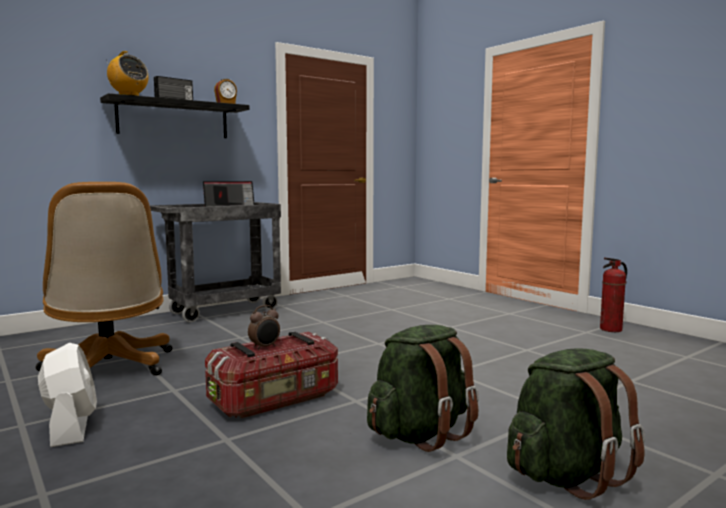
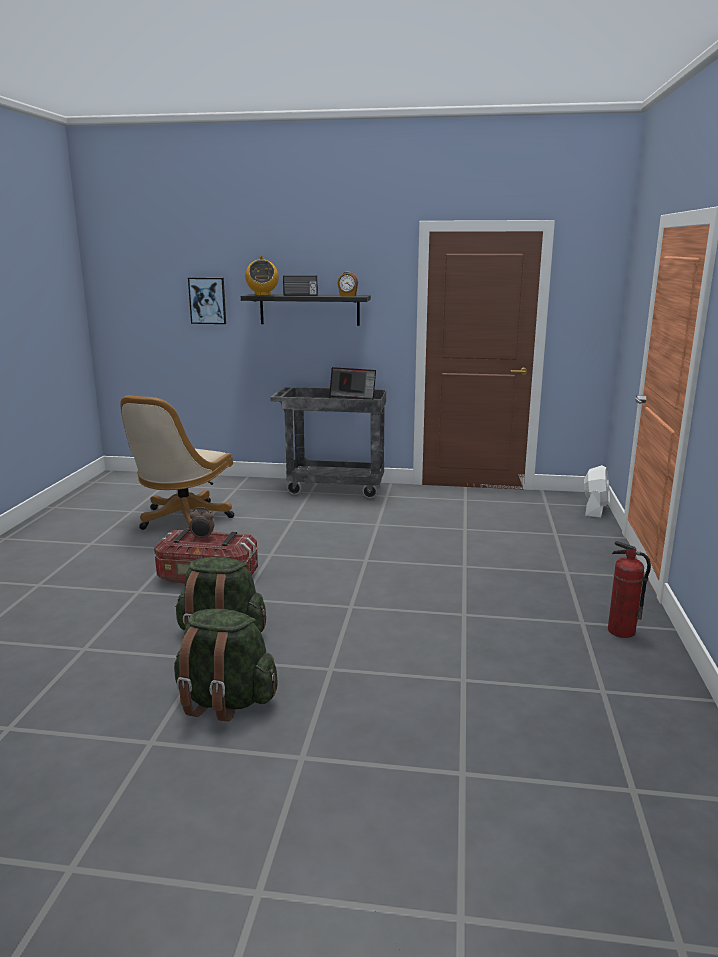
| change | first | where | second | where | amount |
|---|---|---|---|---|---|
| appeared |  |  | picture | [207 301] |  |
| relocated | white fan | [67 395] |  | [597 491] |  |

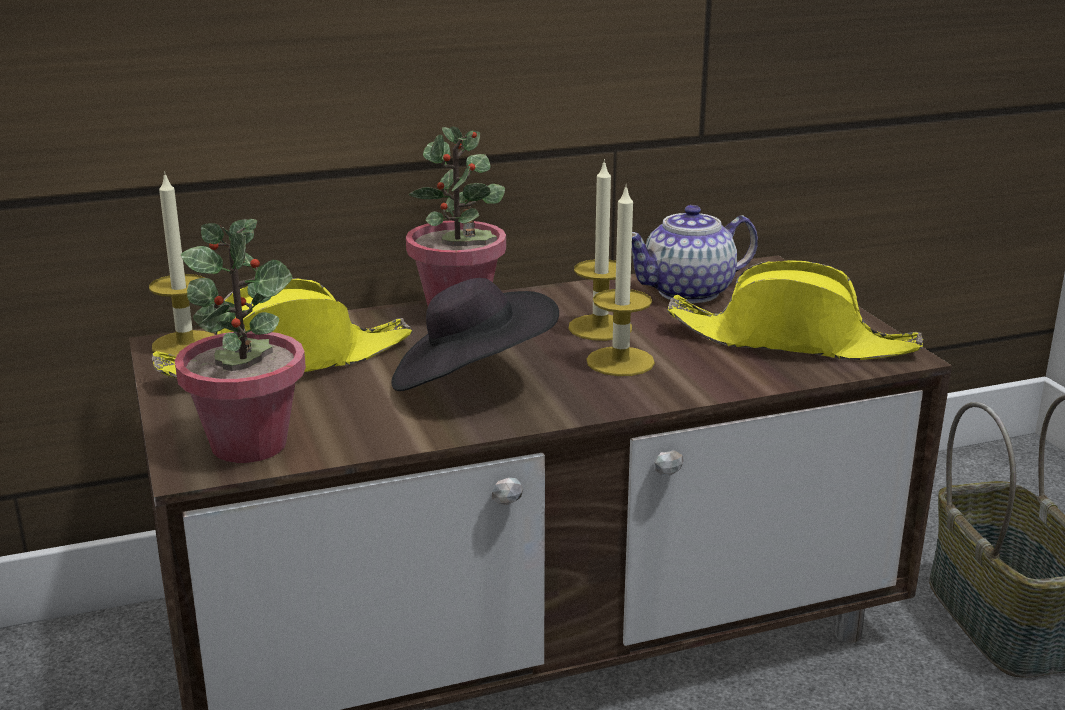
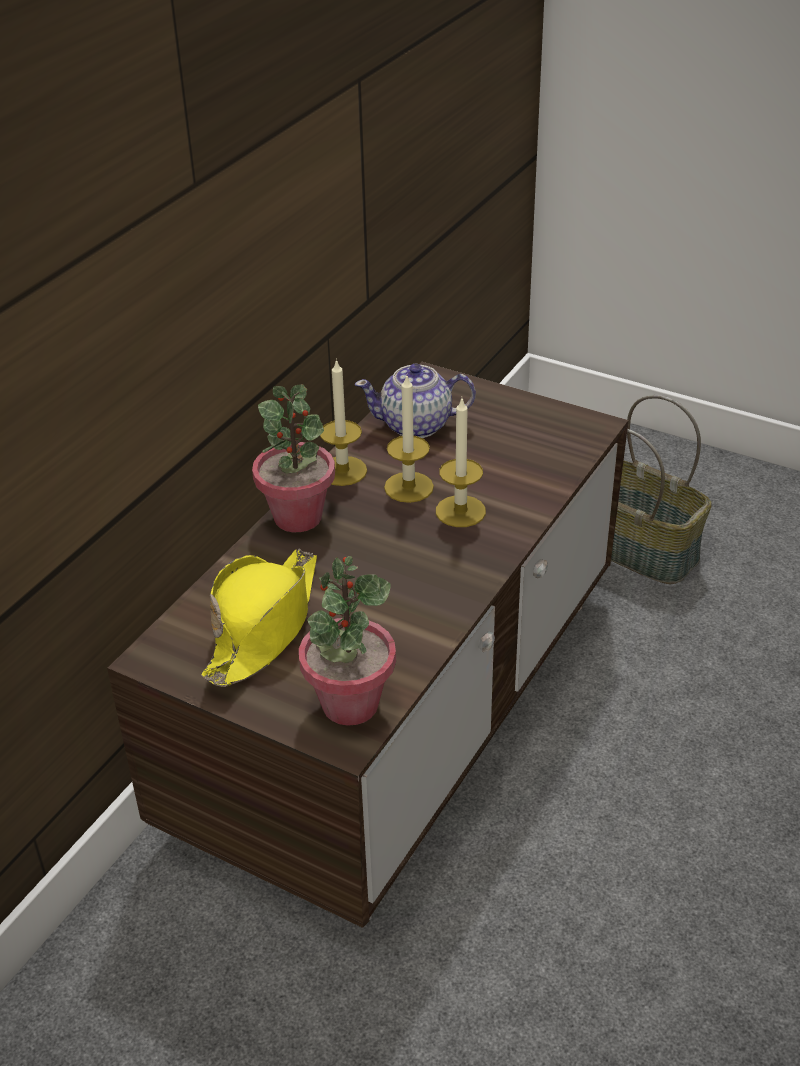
| change | first | where | second | where | amount |
|---|---|---|---|---|---|
| relocated | candle | [182 263] |  | [343 422] |  |
| spun | teapot | [695 254] |  | [415 401] | 60 degrees clockwise |
| missing | black hat | [475 334] |  |  |  |
| missing | yellow hat | [795 310] |  |  |  |

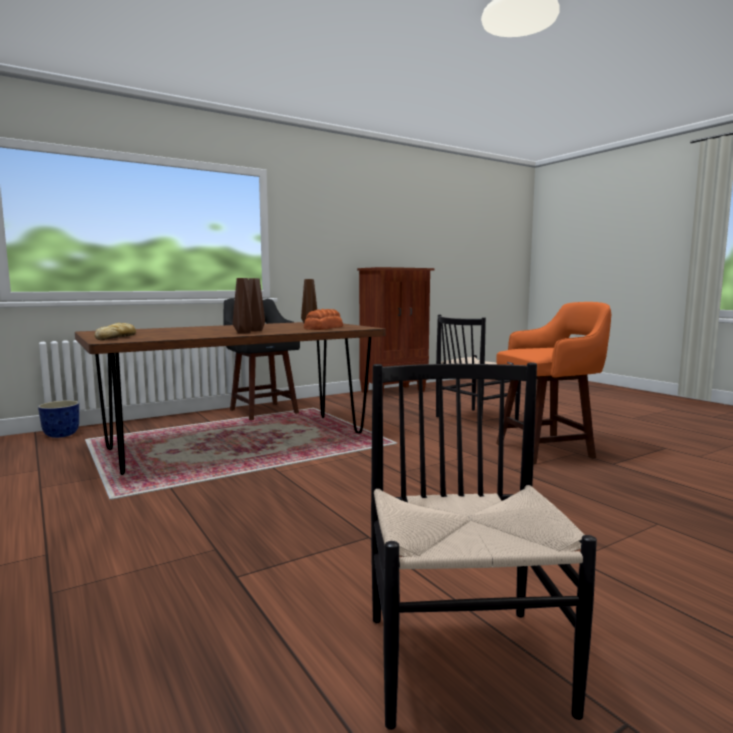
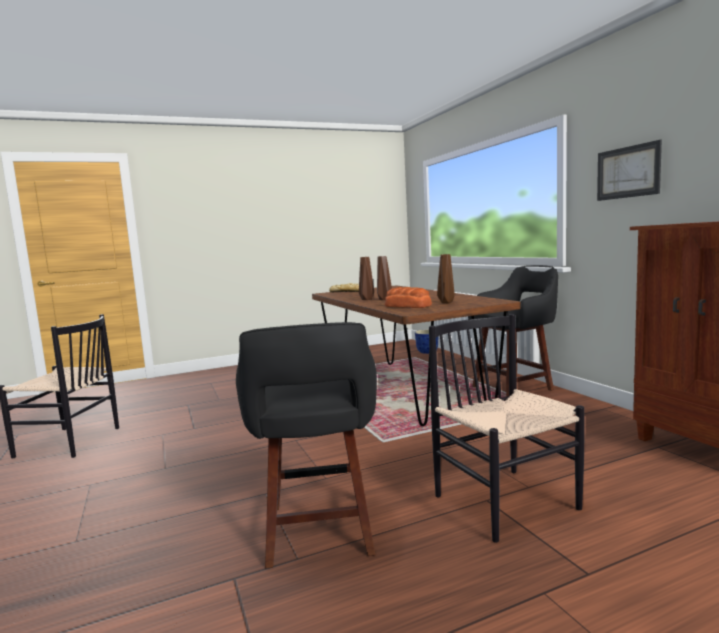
| change | first | where | second | where | amount |
|---|---|---|---|---|---|
| colour | orange stool | [553 383] | black stool | [306 445] |  |
| appeared |  |  | picture | [629 170] |  |

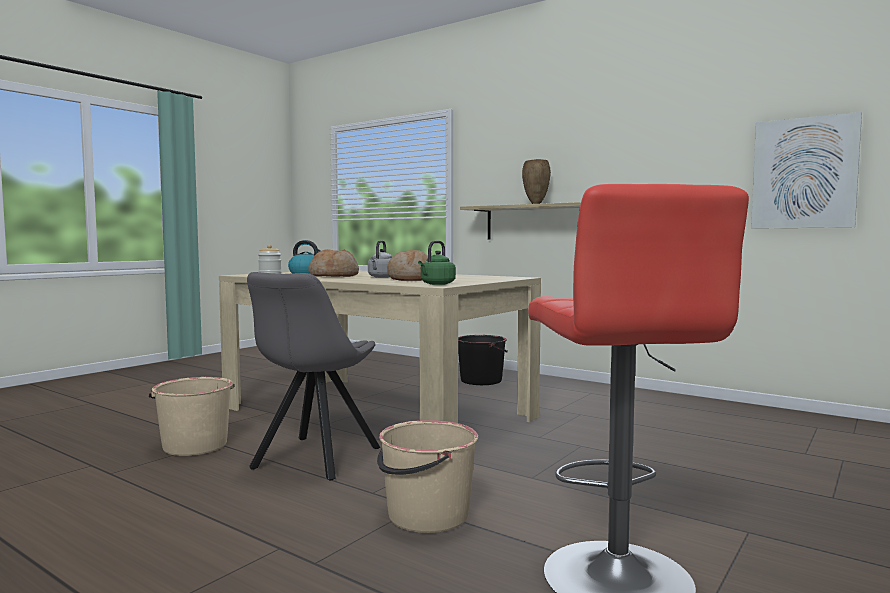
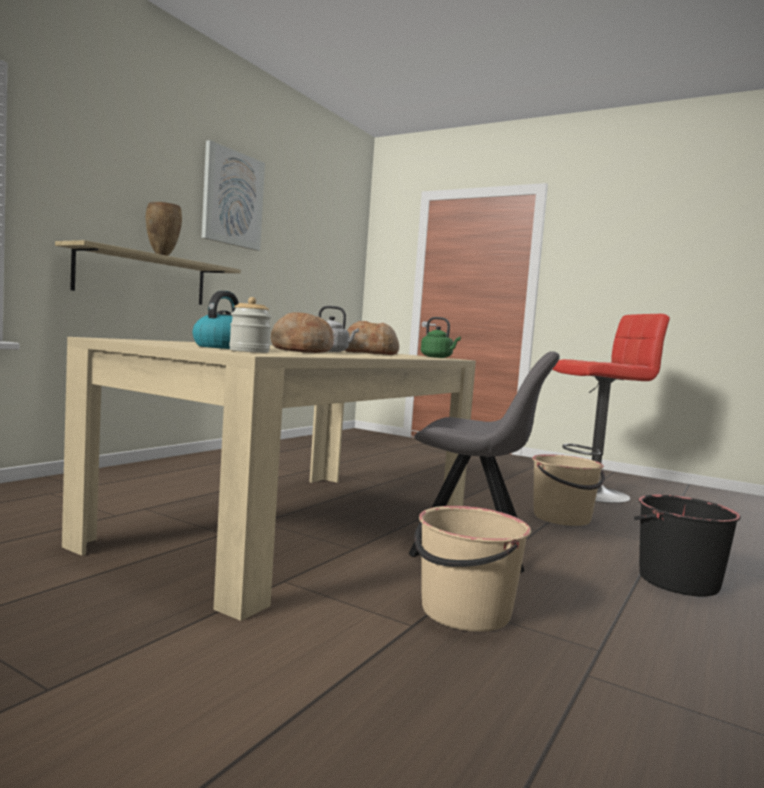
| change | first | where | second | where | amount |
|---|---|---|---|---|---|
| relocated | picture | [806 170] |  | [233 195] |  |
| relocated | black bucket | [483 360] |  | [687 546] |  |

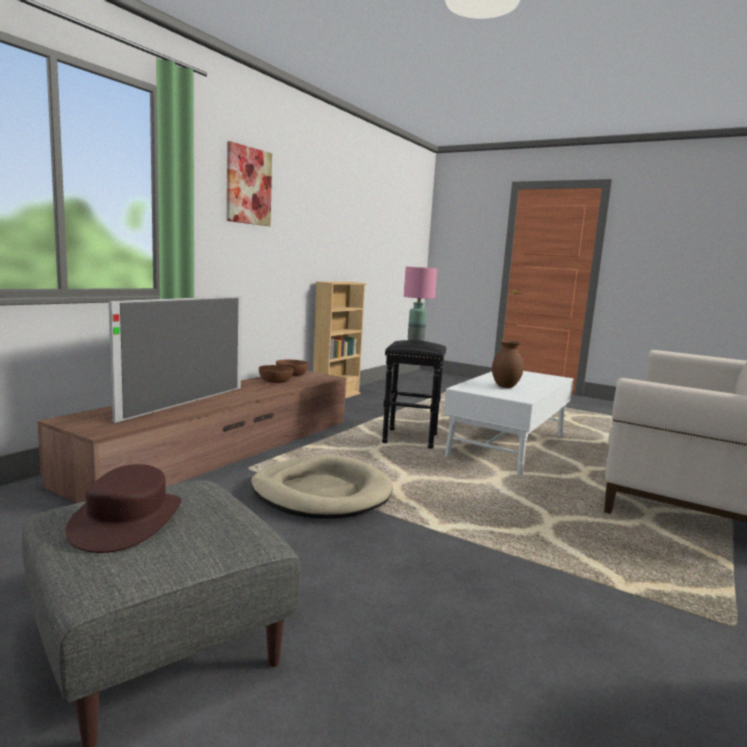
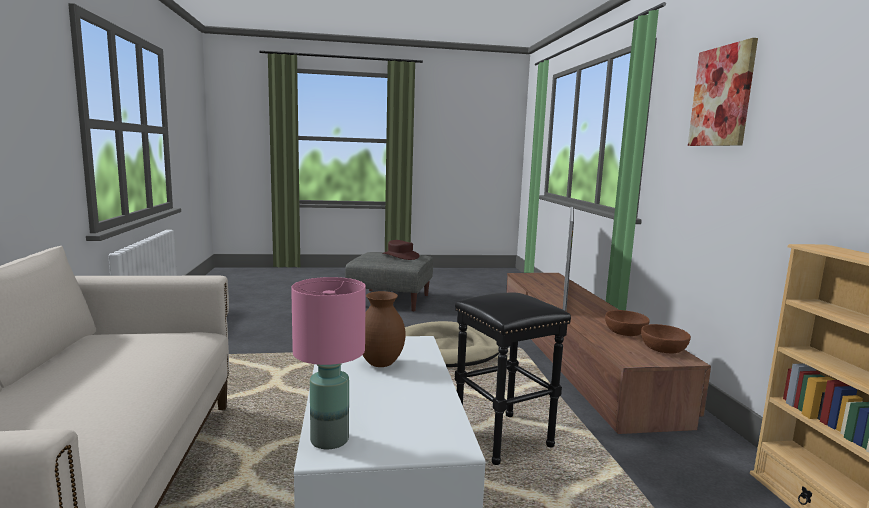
| change | first | where | second | where | amount |
|---|---|---|---|---|---|
| relocated | pink table lamp | [420 304] |  | [328 363] |  |
| spun | television | [175 359] |  | [568 259] | 150 degrees counterclockwise |

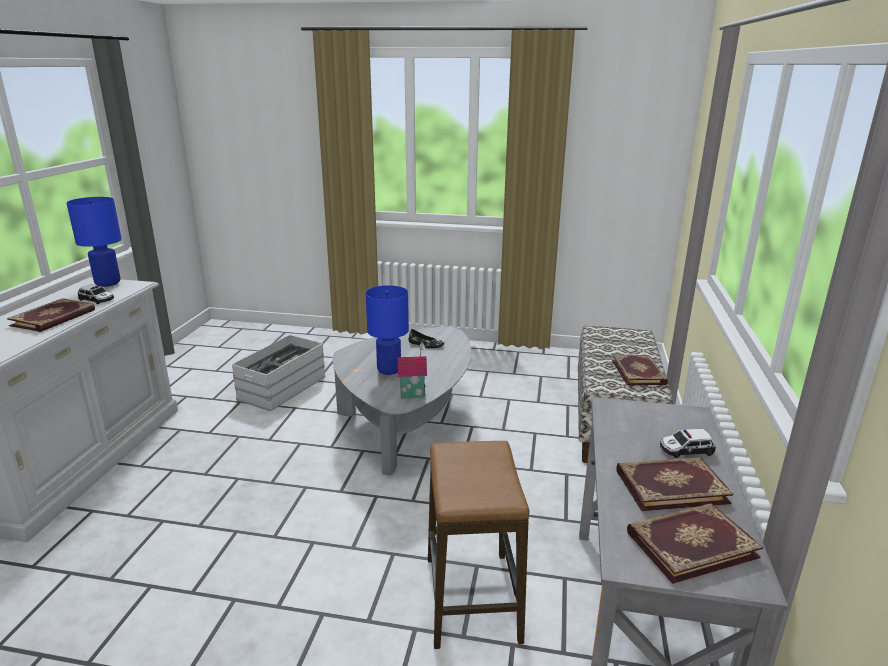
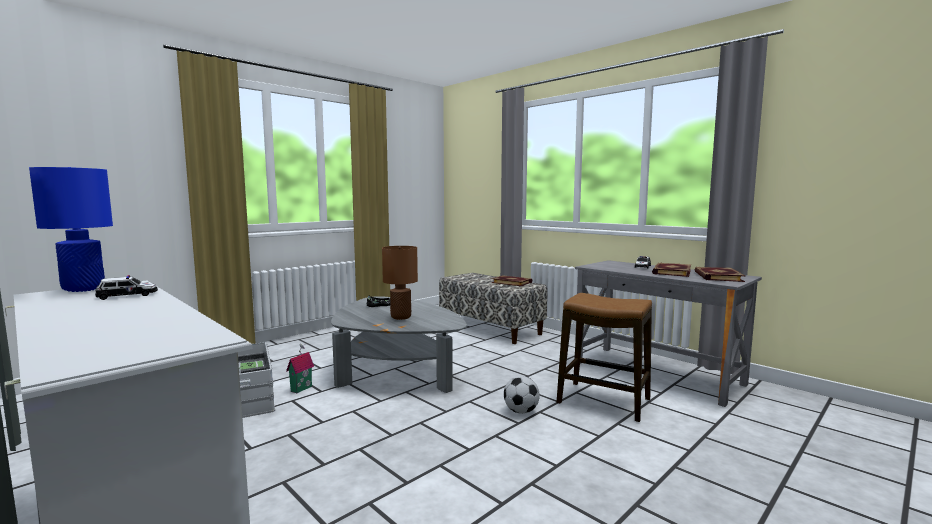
| change | first | where | second | where | amount |
|---|---|---|---|---|---|
| relocated | toy house | [412 370] |  | [300 368] |  |
| colour | blue table lamp | [387 330] | brown table lamp | [400 283] |  |
| appeared |  |  | football | [522 395] |  |
| missing | book | [51 315] |  |  |  |

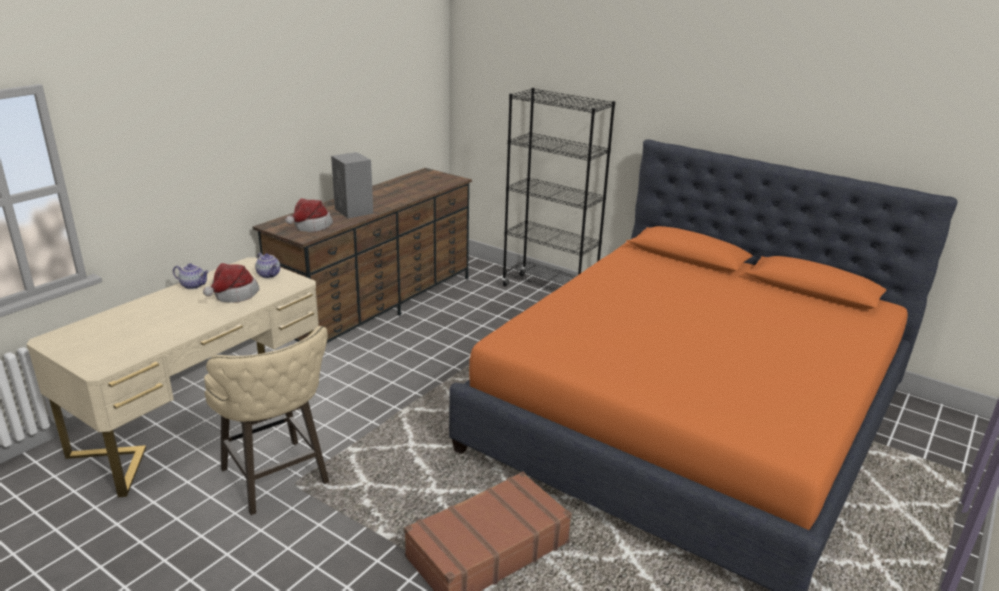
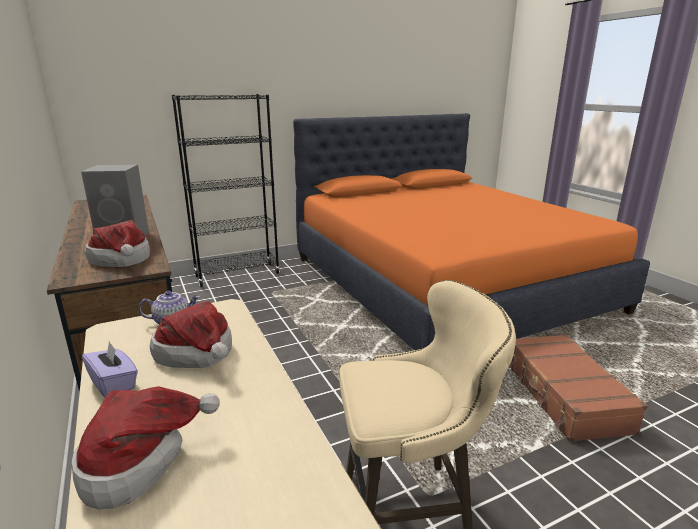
| change | first | where | second | where | amount |
|---|---|---|---|---|---|
| appeared |  |  | hat | [146 448] |  |
| exchanged | teapot | [191 276] | purple tissue box | [110 369] |  |

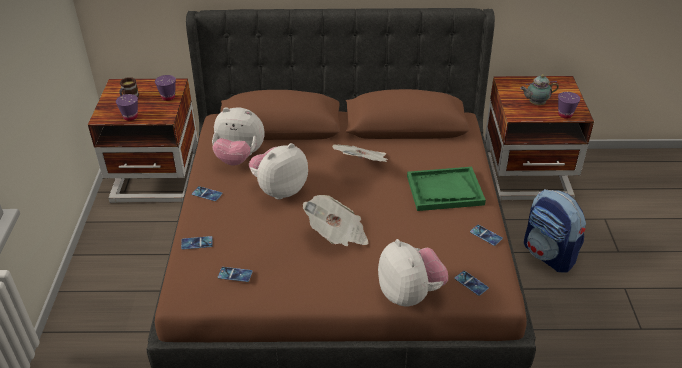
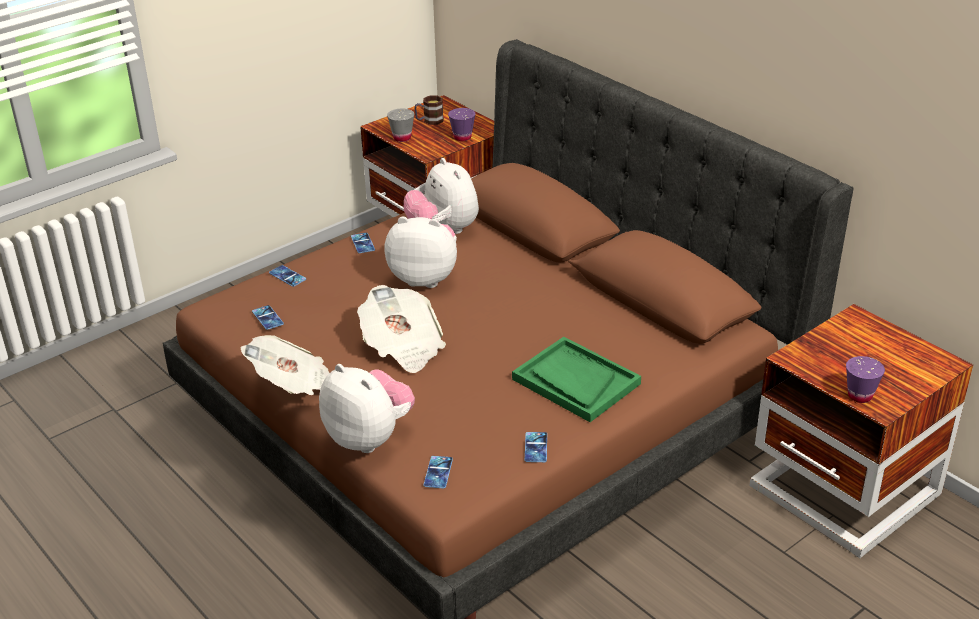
| change | first | where | second | where | amount |
|---|---|---|---|---|---|
| relocated | newspaper | [360 153] |  | [284 365] |  |
| spun | plush toy | [413 273] |  | [367 408] | 75 degrees counterclockwise |
| colour | purple cup | [127 107] | grey cup | [400 125] |  |
| missing | teapot | [539 90] |  |  |  |
| missing | backpack | [555 230] |  |  |  |

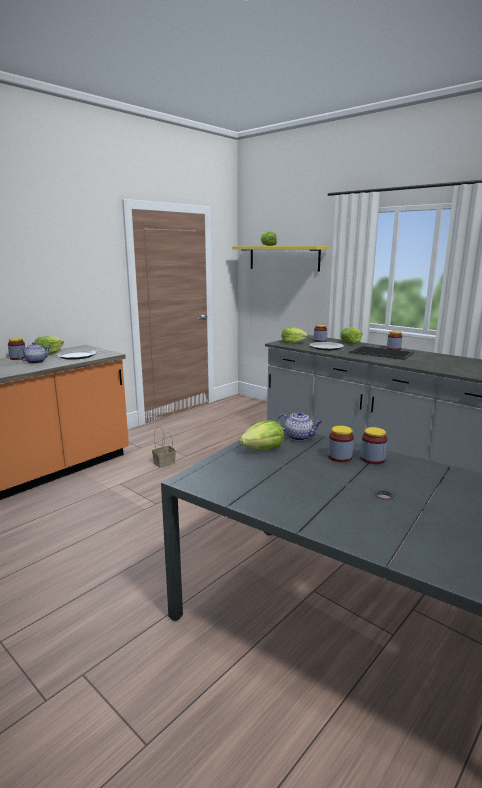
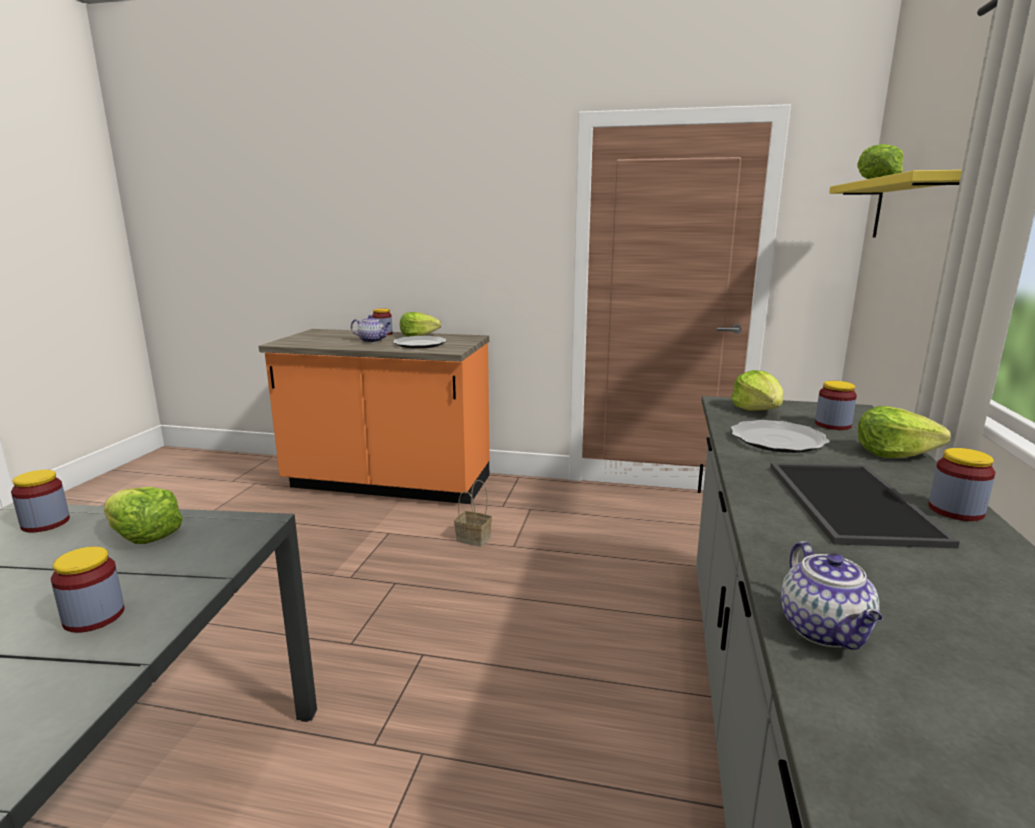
| change | first | where | second | where | amount |
|---|---|---|---|---|---|
| relocated | jar | [373 445] |  | [40 501] |  |
| relocated | teapot | [299 426] |  | [832 595] |  |

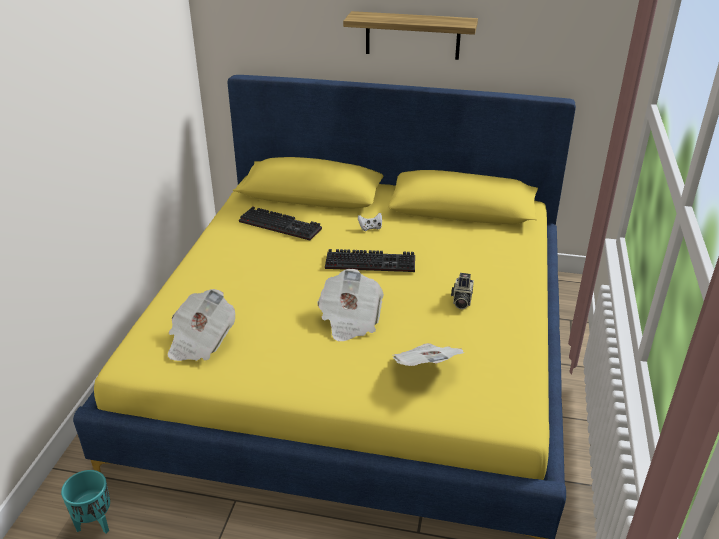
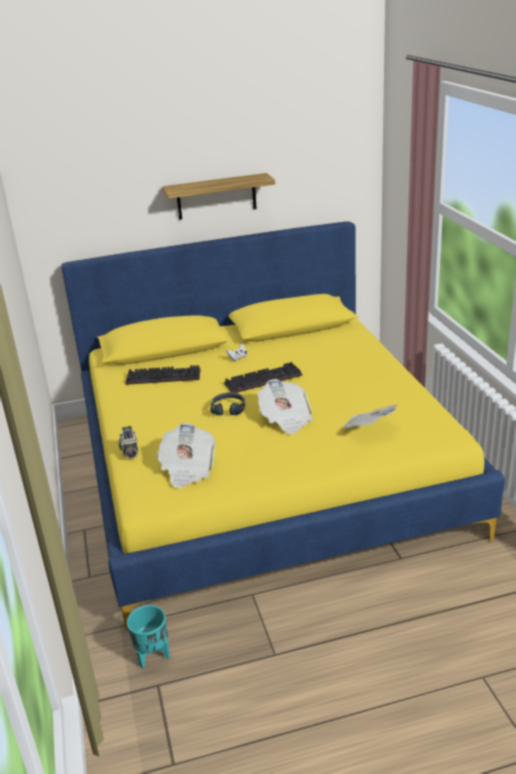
| change | first | where | second | where | amount |
|---|---|---|---|---|---|
| relocated | photo camera | [462 291] |  | [129 442] |  |
| appeared |  |  | black headphones | [227 403] |  |

